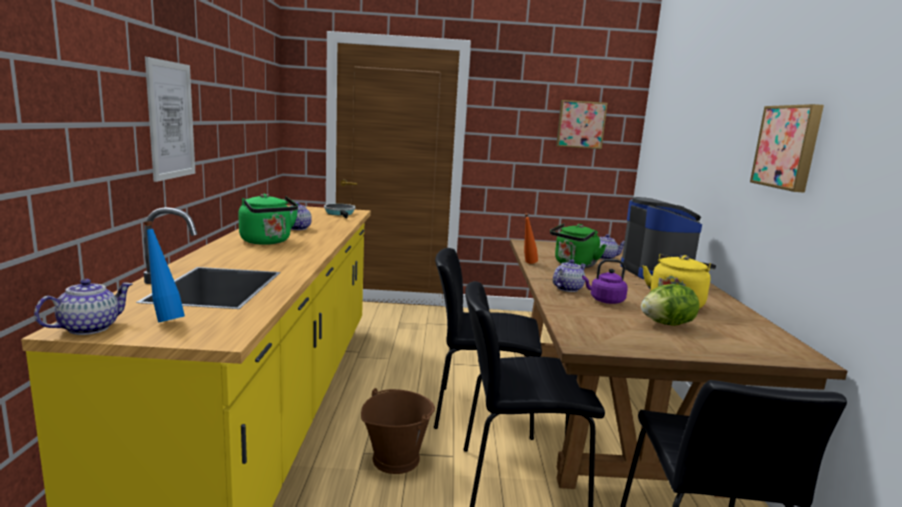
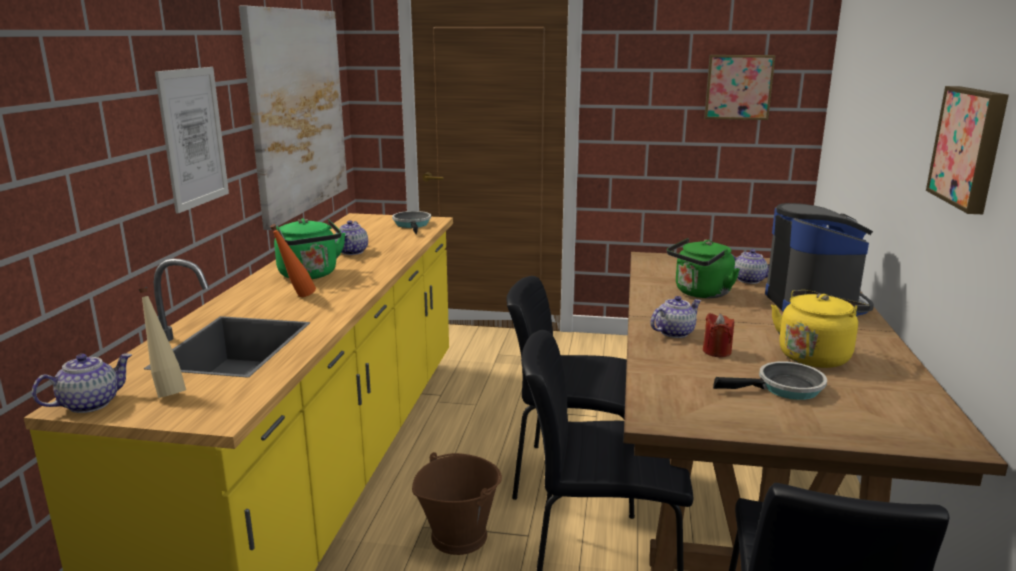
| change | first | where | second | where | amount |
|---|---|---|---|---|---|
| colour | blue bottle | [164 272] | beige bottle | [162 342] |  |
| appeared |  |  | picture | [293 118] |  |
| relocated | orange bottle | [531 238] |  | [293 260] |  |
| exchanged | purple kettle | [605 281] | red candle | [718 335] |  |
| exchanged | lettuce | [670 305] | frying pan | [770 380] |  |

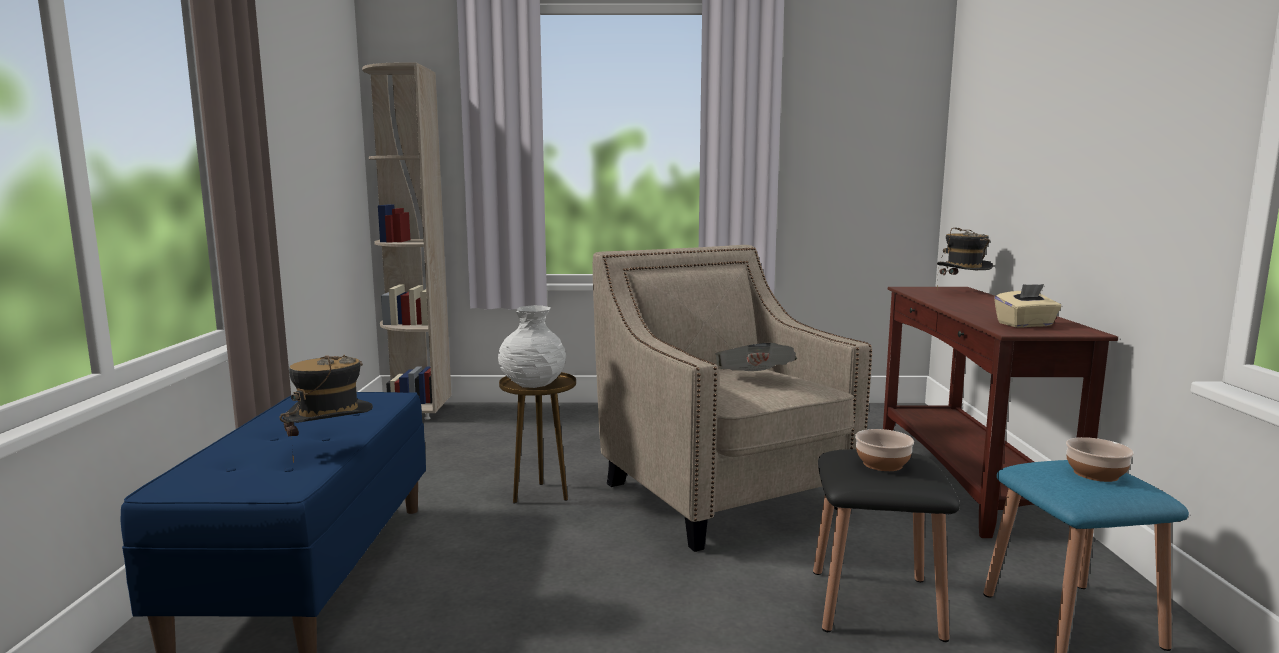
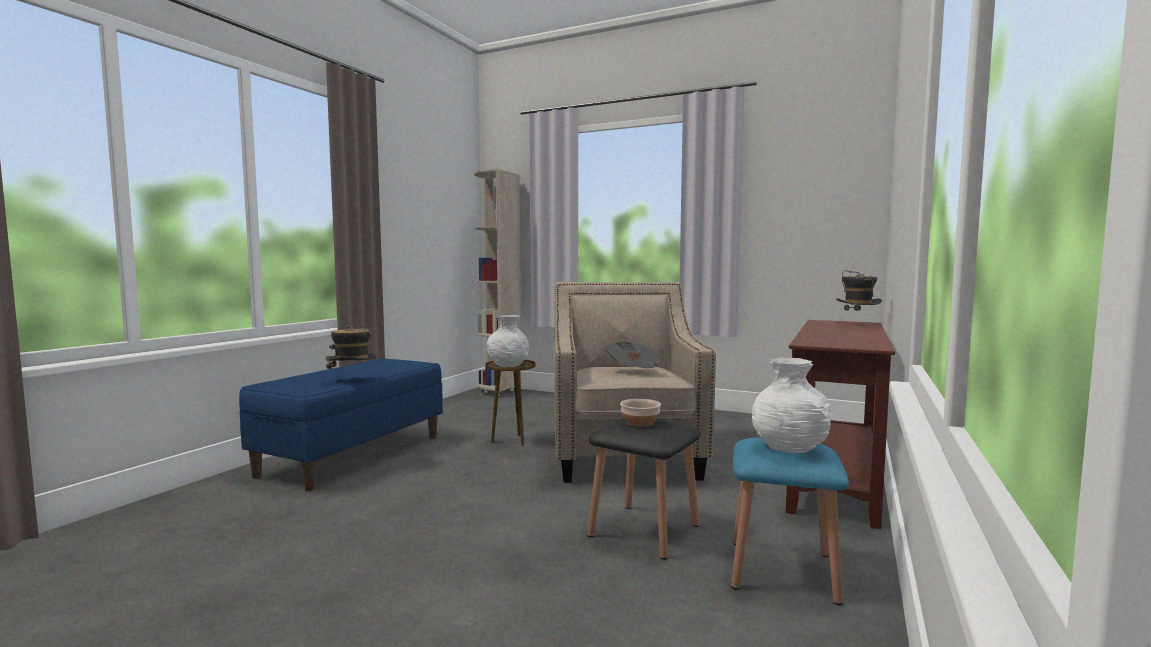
| change | first | where | second | where | amount |
|---|---|---|---|---|---|
| exchanged | bowl | [1100 459] | white vase | [791 405] |  |
| missing | beige tissue box | [1027 306] |  |  |  |

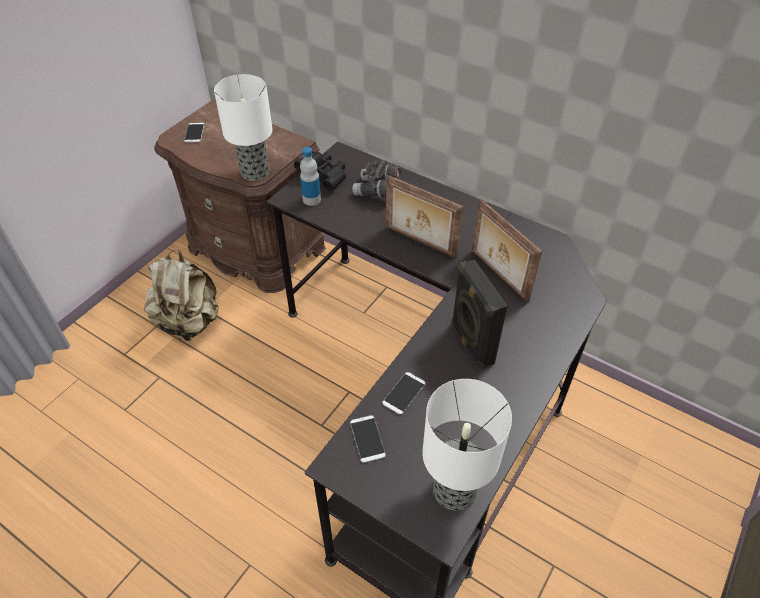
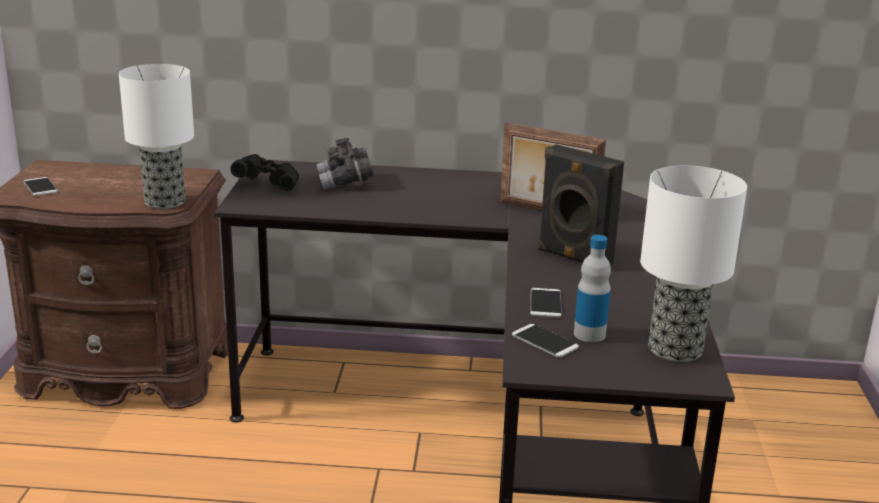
| change | first | where | second | where | amount |
|---|---|---|---|---|---|
| relocated | bottle | [310 176] |  | [592 288] |  |
| missing | beige backpack | [181 296] |  |  |  |
| missing | picture frame | [424 216] |  |  |  |

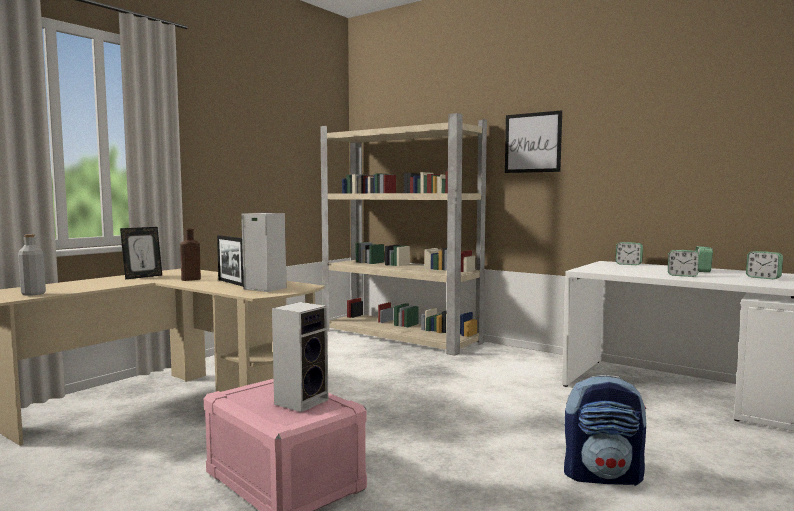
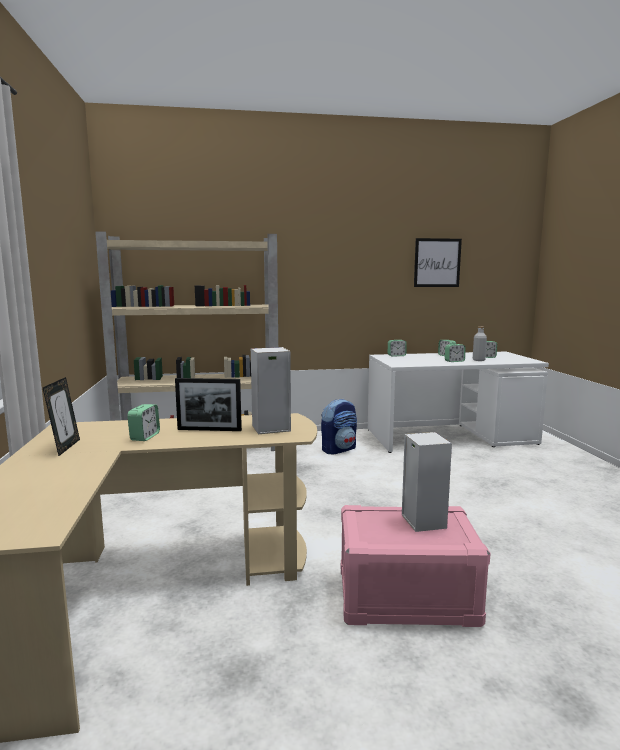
| change | first | where | second | where | amount |
|---|---|---|---|---|---|
| exchanged | brown bottle | [190 255] | alarm clock | [143 422] |  |
| relocated | backpack | [605 430] |  | [339 427] |  |
| relocated | picture | [533 141] |  | [438 262] |  |
| relocated | grey bottle | [32 265] |  | [480 343] |  |

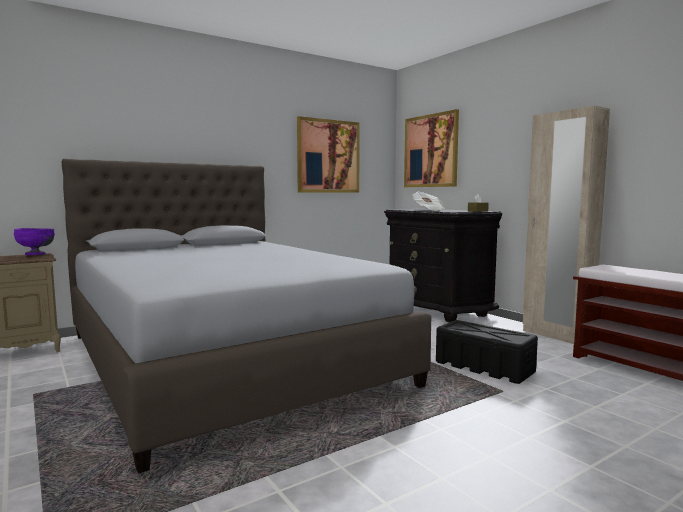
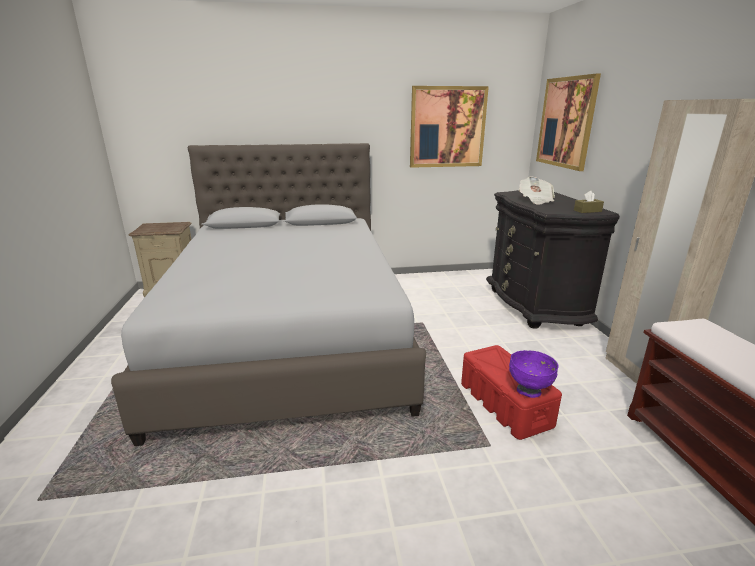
| change | first | where | second | where | amount |
|---|---|---|---|---|---|
| colour | black storage box | [487 352] | red storage box | [511 392] |  |
| relocated | purple bowl | [34 241] |  | [534 374] |  |

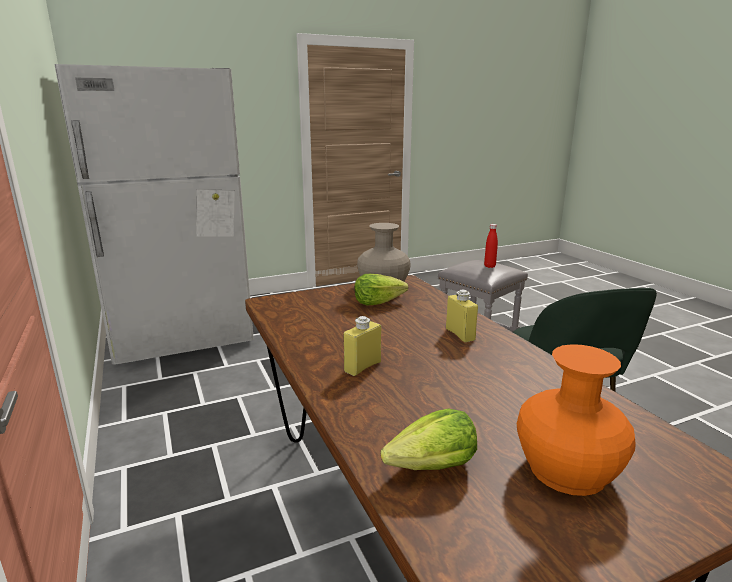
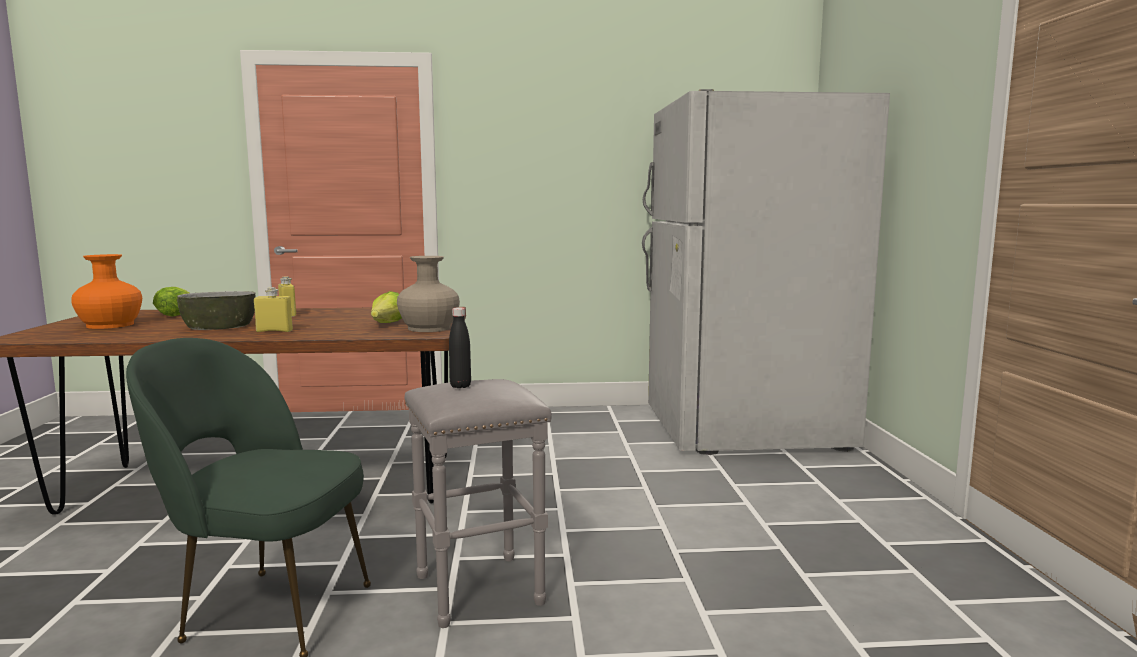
| change | first | where | second | where | amount |
|---|---|---|---|---|---|
| appeared |  |  | bowl | [216 310] |  |
| colour | red bottle | [491 246] | black bottle | [460 347] |  |

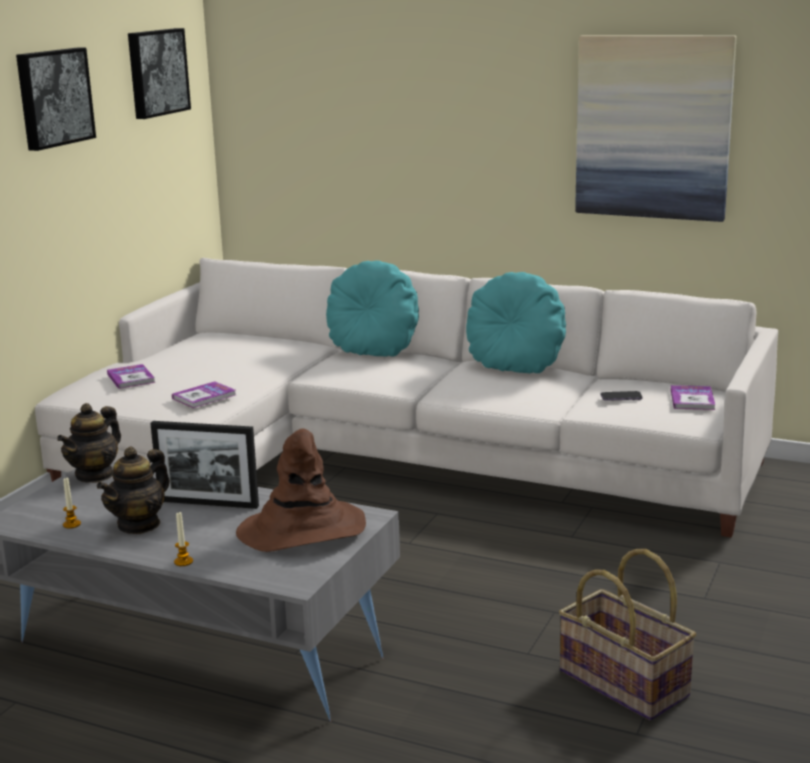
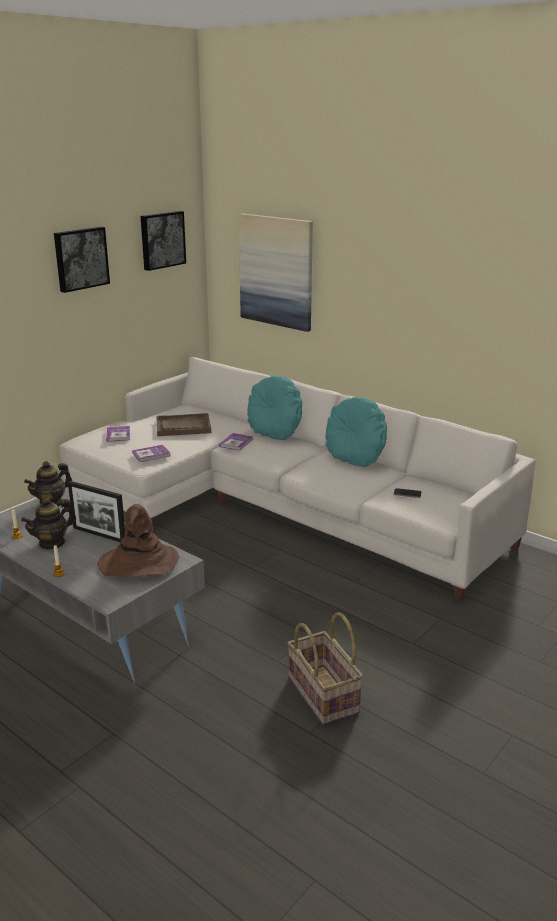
| change | first | where | second | where | amount |
|---|---|---|---|---|---|
| appeared |  |  | brown tray | [184 424] |  |
| relocated | book | [693 397] |  | [236 442] |  |
| relocated | picture | [656 128] |  | [276 273] |  |

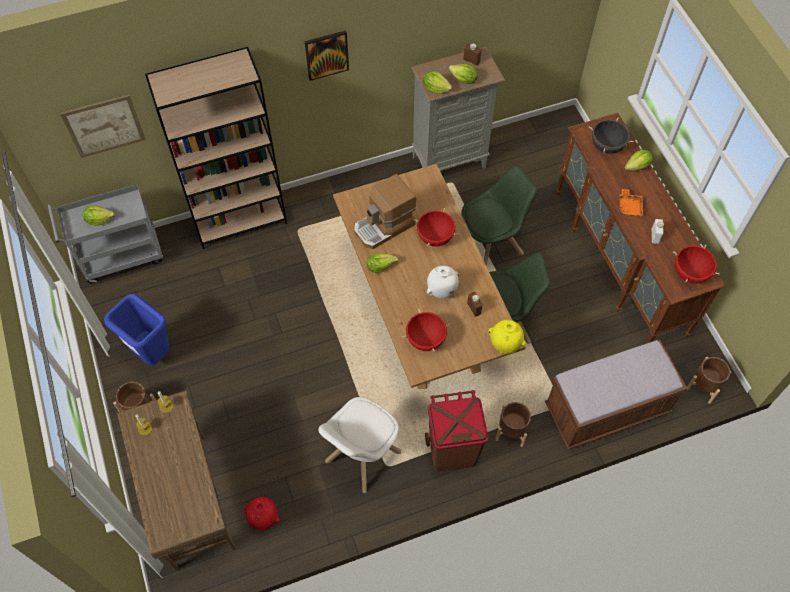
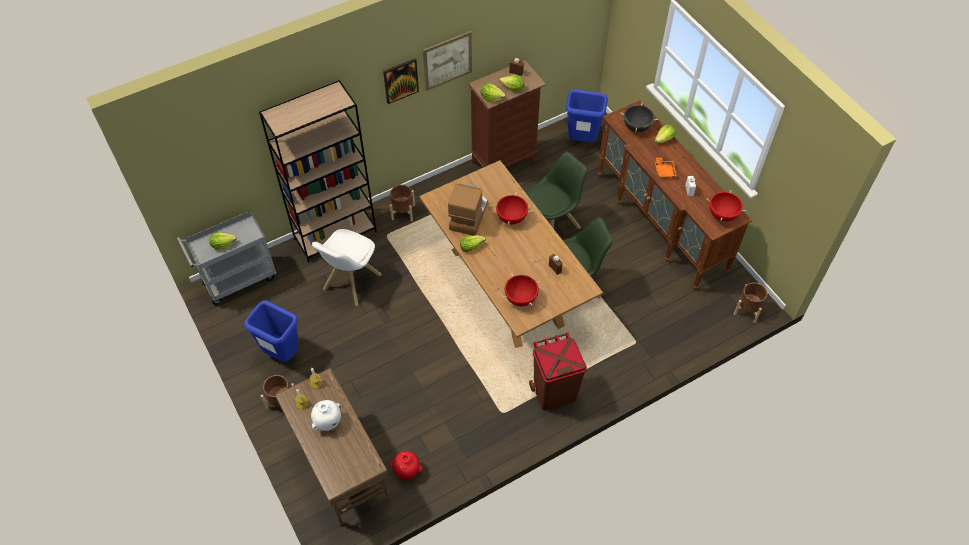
| change | first | where | second | where | amount |
|---|---|---|---|---|---|
| relocated | white vase | [443 282] |  | [326 415] |  |
| relocated | white chair | [360 445] |  | [347 267] |  |
| relocated | brown planter | [513 424] |  | [402 203] |  |
| relocated | picture | [103 126] |  | [447 61] |  |
| spun | coffee machine | [385 211] |  | [467 210] | 150 degrees clockwise |
| colour | grey dresser | [458 108] | brown dresser | [507 114] |  |
| appeared |  |  | blue trash can | [587 115] |  |
| missing | yellow vase | [507 336] |  |  |  |
| missing | brown bench | [616 395] |  |  |  |

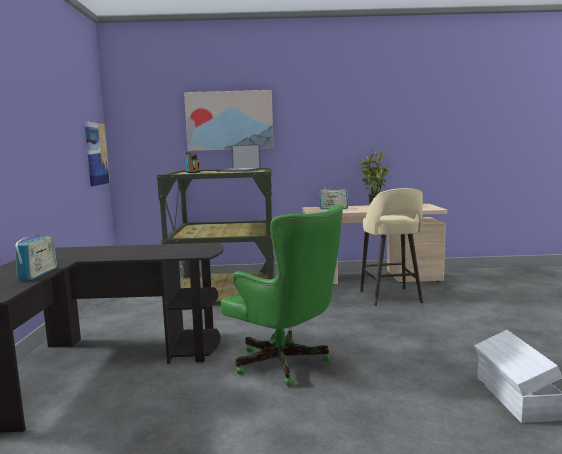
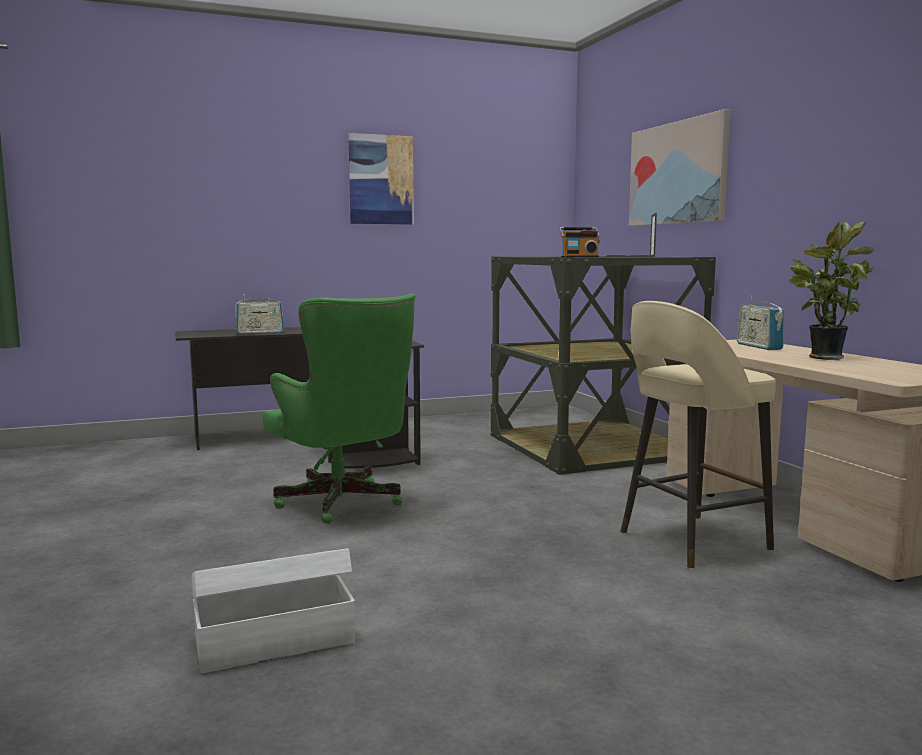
| change | first | where | second | where | amount |
|---|---|---|---|---|---|
| spun | green office chair | [282 295] |  | [339 409] | 60 degrees counterclockwise |
| relocated | picture | [97 153] |  | [381 179] |  |

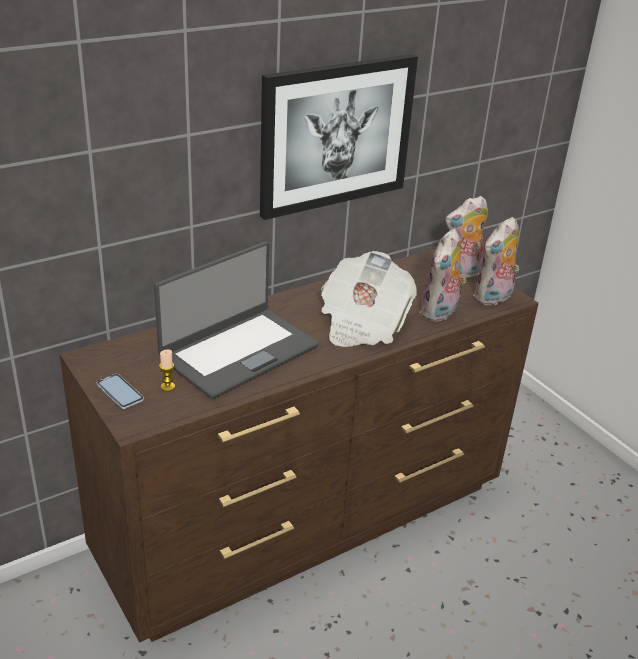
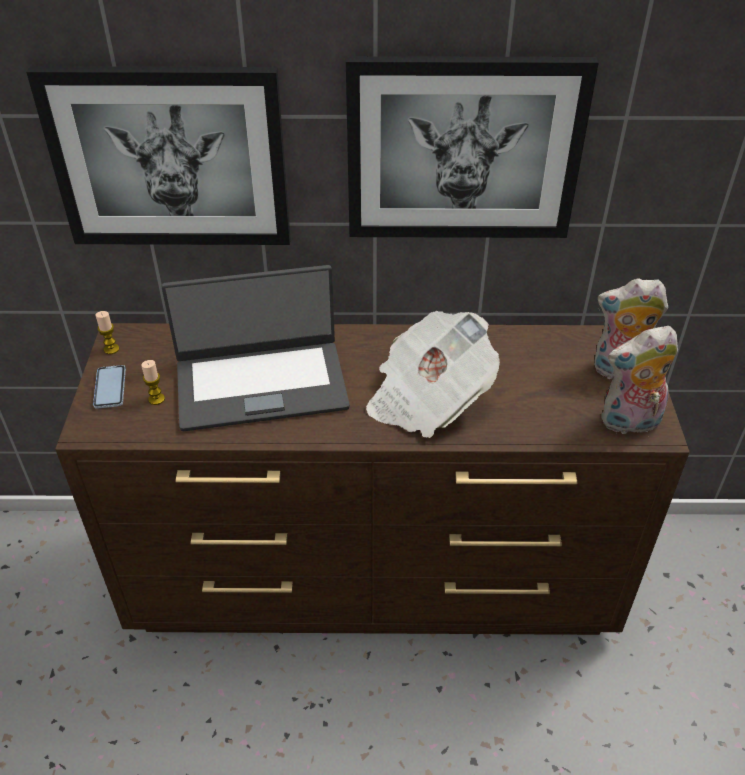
| change | first | where | second | where | amount |
|---|---|---|---|---|---|
| appeared |  |  | picture | [158 155] |  |
| appeared |  |  | candle | [107 332] |  |
| missing | plush toy | [442 275] |  |  |  |

